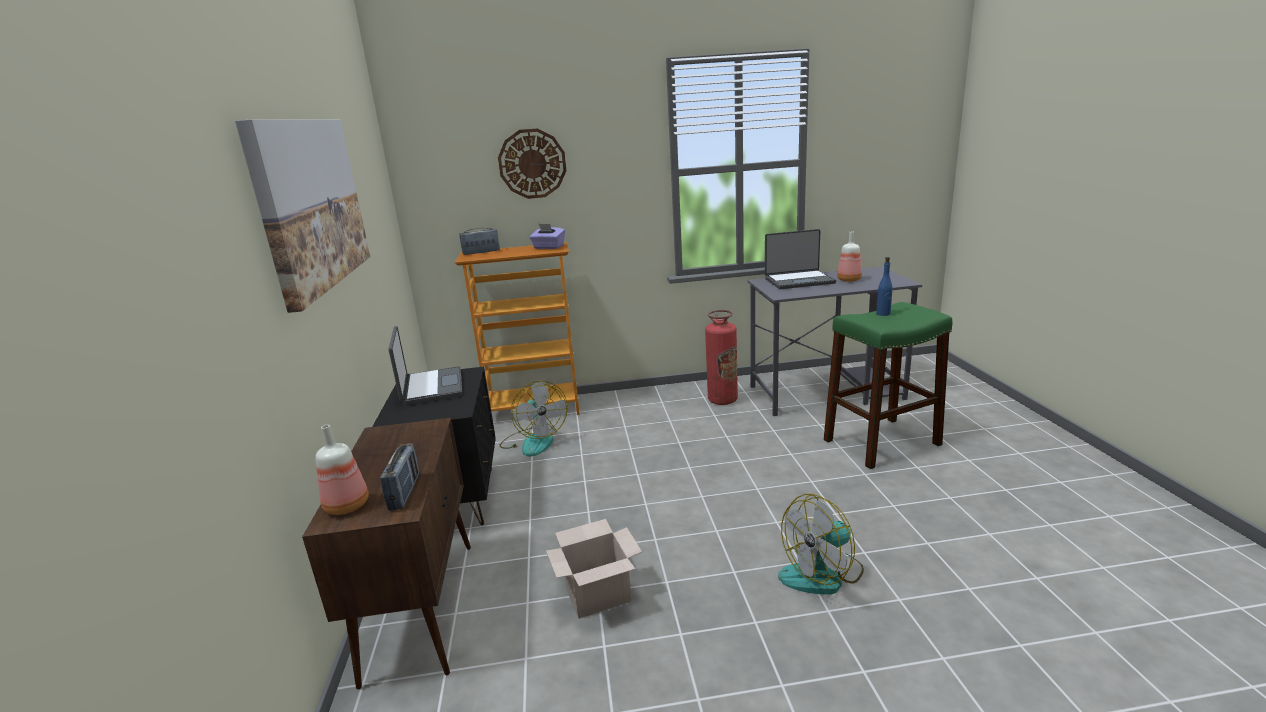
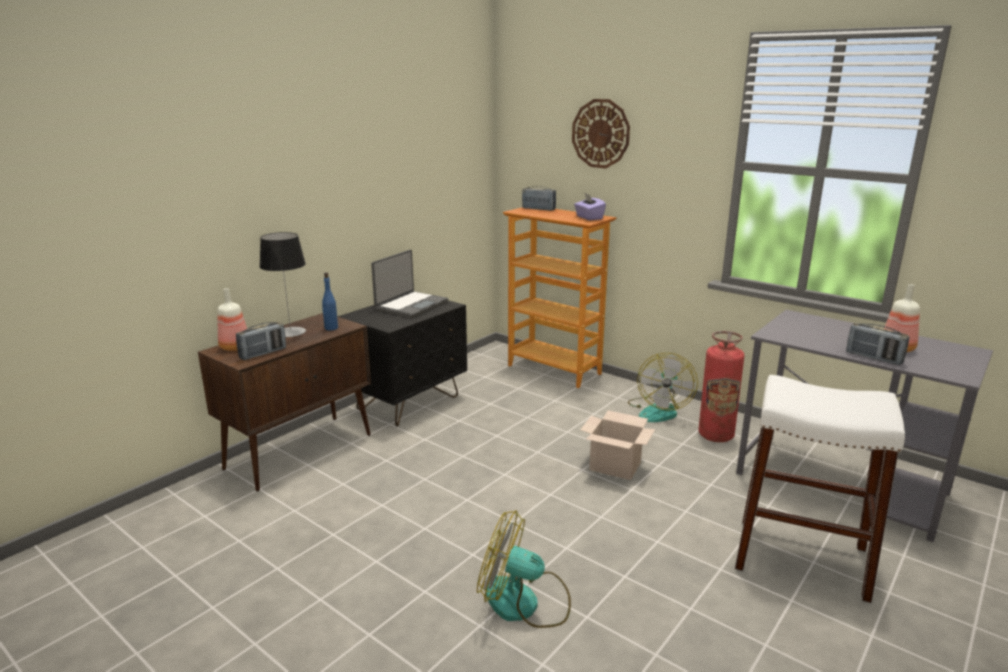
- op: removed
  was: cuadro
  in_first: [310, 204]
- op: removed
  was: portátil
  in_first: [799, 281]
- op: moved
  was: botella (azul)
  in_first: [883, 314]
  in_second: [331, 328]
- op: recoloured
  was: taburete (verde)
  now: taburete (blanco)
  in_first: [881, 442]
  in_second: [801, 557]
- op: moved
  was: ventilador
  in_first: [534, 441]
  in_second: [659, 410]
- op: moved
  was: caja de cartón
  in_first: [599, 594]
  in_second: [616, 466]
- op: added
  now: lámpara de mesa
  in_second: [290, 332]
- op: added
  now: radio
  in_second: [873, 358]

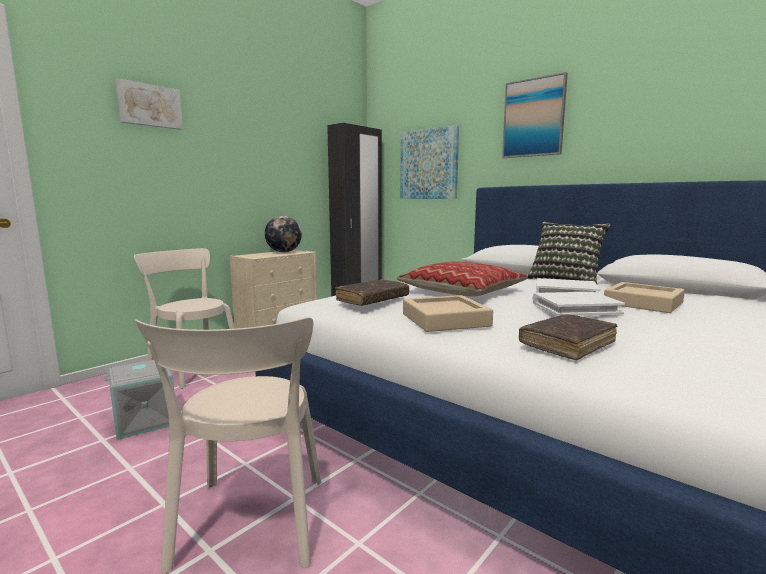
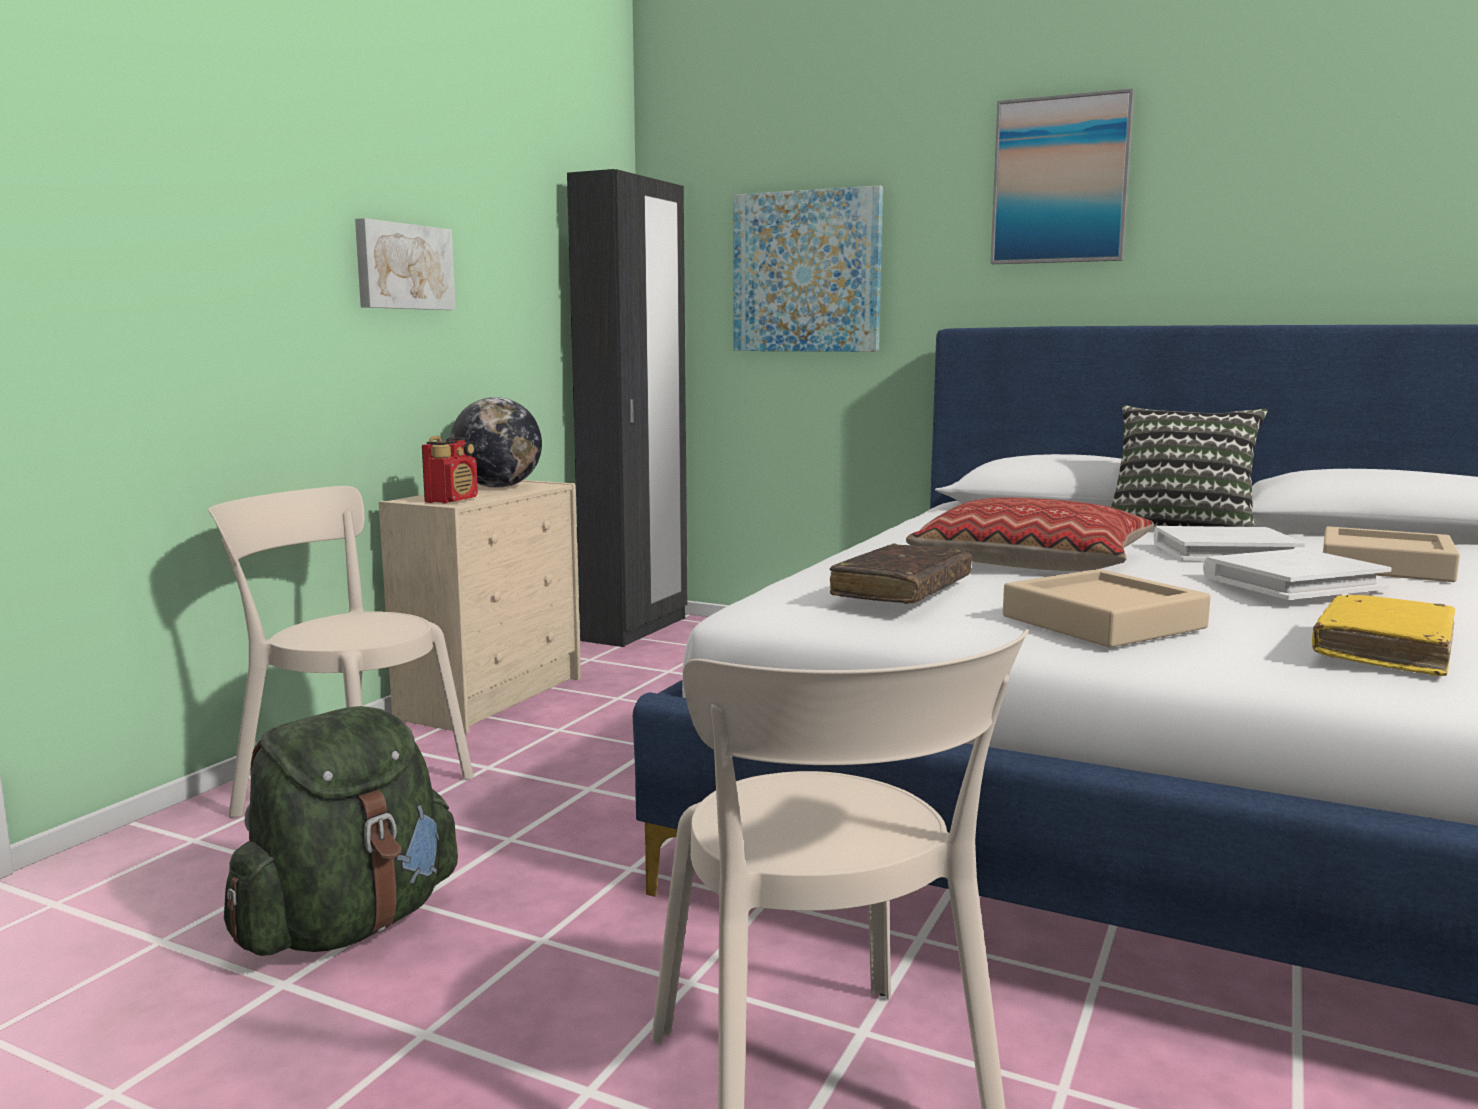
- op: moved
  was: cuadro
  in_first: [149, 105]
  in_second: [403, 267]
- op: recoloured
  was: libro (marrón)
  now: libro (amarillo)
  in_first: [567, 344]
  in_second: [1383, 651]
- op: replaced
  was: caja de almacenaje (gris)
  now: mochila (verde)
  in_first: [145, 420]
  in_second: [349, 925]
- op: added
  now: radio
  in_second: [452, 500]

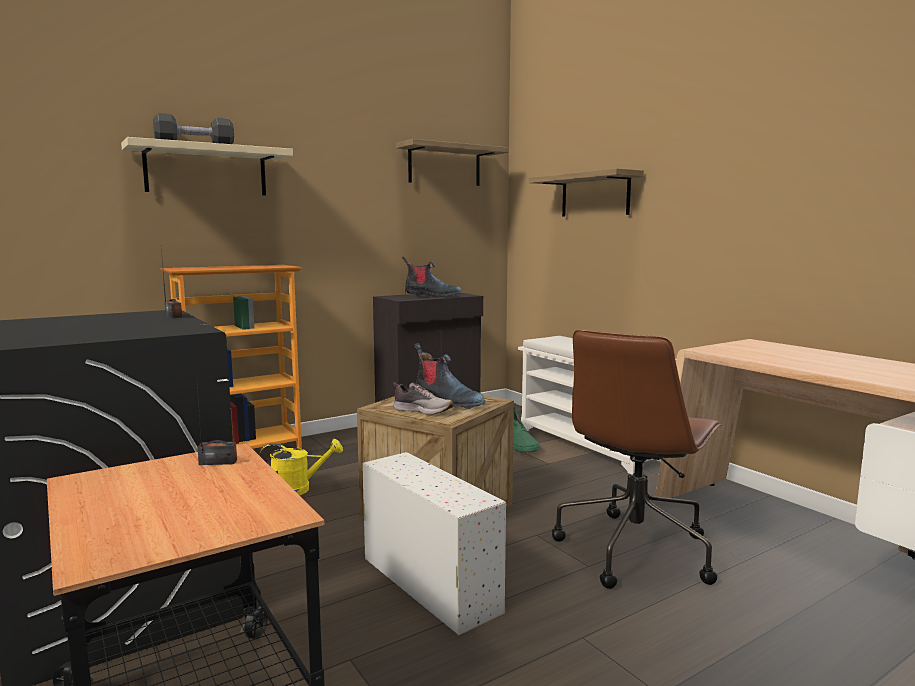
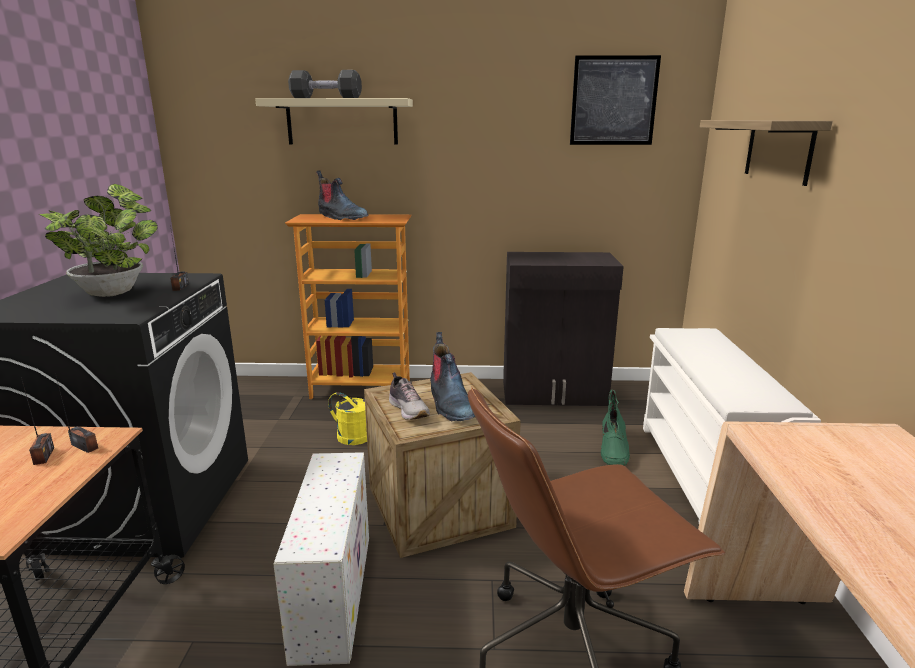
- op: replaced
  was: estante
  now: cuadro
  in_first: [444, 165]
  in_second: [613, 101]
- op: moved
  was: bota
  in_first: [432, 296]
  in_second: [341, 217]
- op: added
  now: planta en maceta
  in_second: [114, 291]
- op: added
  now: radio
  in_second: [43, 456]

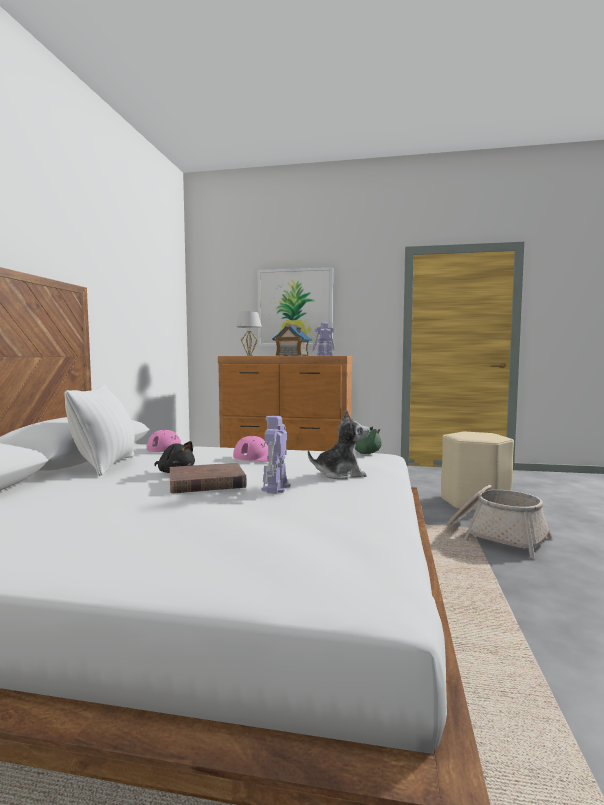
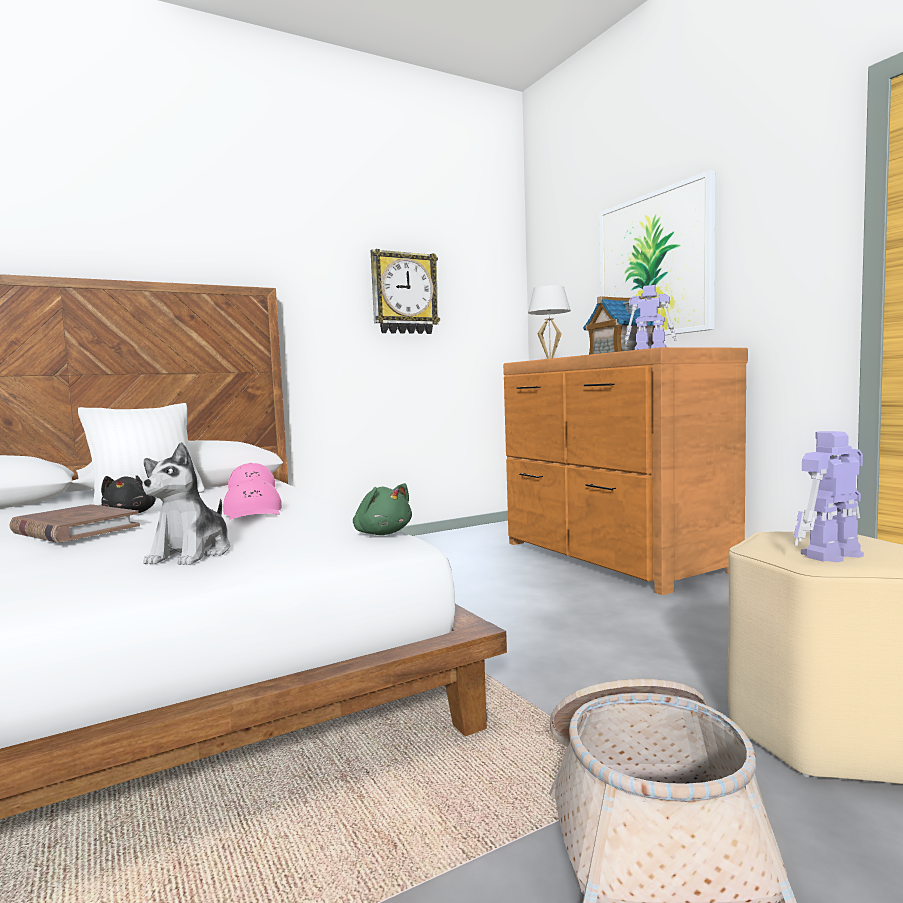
- op: turned
  was: peluche
  in_first: [340, 474]
  in_second: [192, 554]
  clockwise: 60
- op: moved
  was: robot de juguete
  in_first: [275, 488]
  in_second: [830, 555]
- op: added
  now: reloj de pared
  in_second: [404, 293]

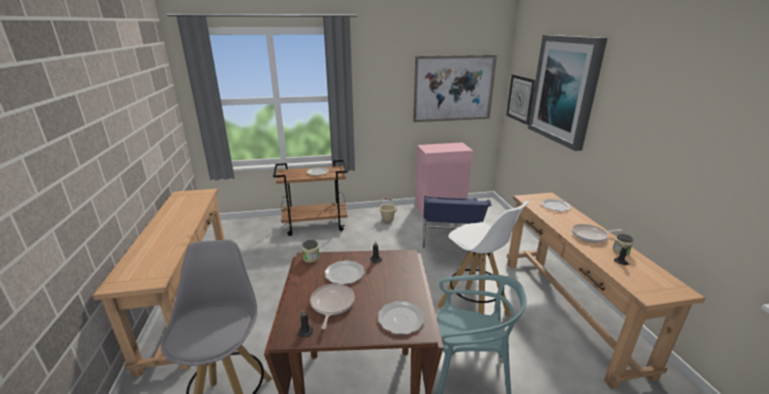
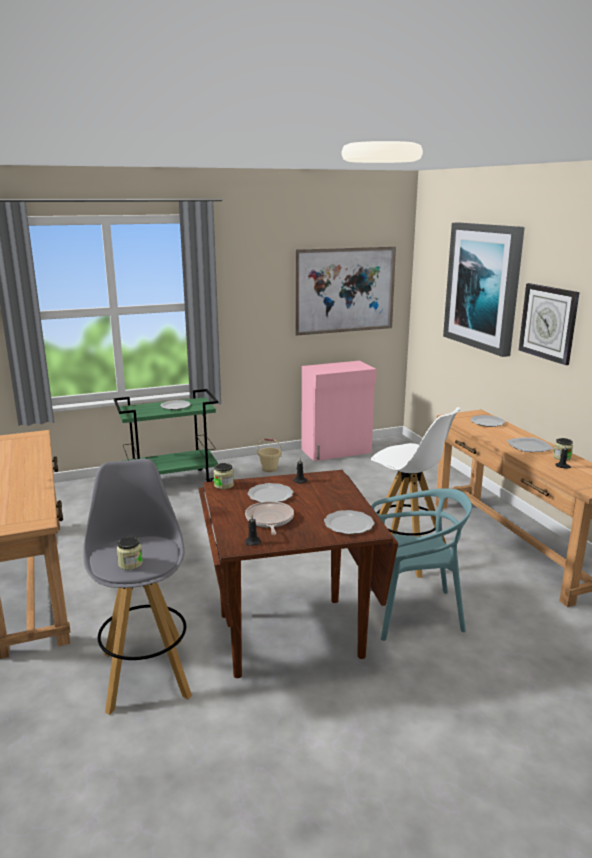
- op: moved
  was: reloj de pared
  in_first: [521, 98]
  in_second: [548, 322]
- op: recoloured
  was: carrito (marrón)
  now: carrito (verde)
  in_first: [316, 225]
  in_second: [172, 482]
- op: removed
  was: silla (azul)
  in_first: [449, 242]
- op: replaced
  was: sartén
  now: plato
  in_first: [591, 236]
  in_second: [529, 447]
- op: added
  now: tarro
  in_second: [130, 564]

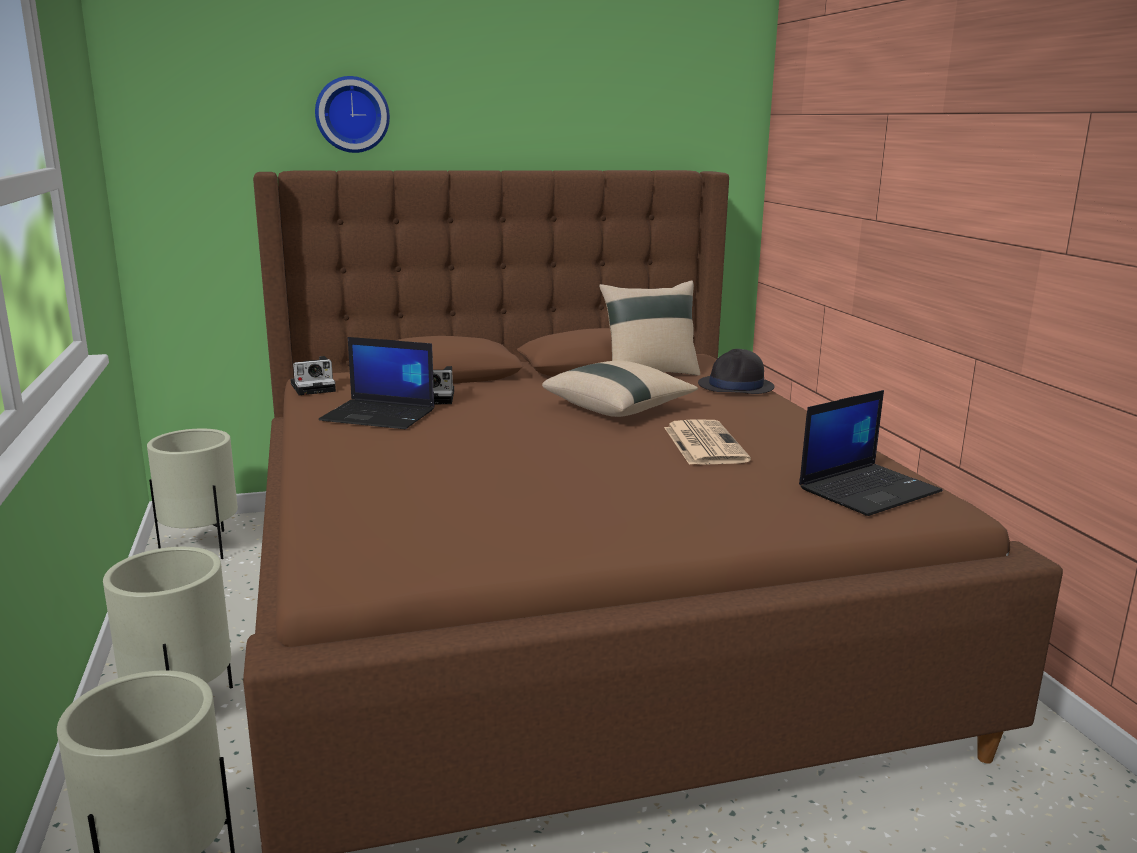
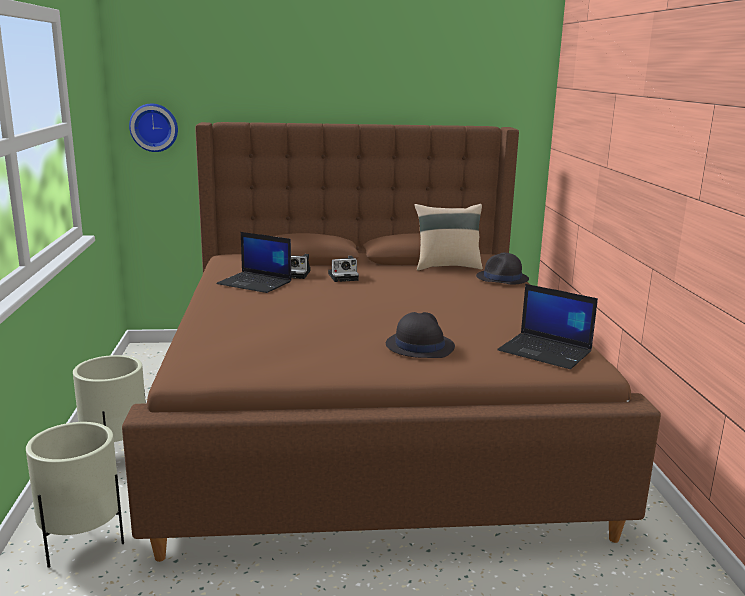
- op: moved
  was: reloj de pared
  in_first: [352, 114]
  in_second: [154, 127]
- op: moved
  was: cámara
  in_first: [315, 387]
  in_second: [344, 276]
- op: removed
  was: cojín (beis)
  in_first: [619, 409]
- op: turned
  was: portátil
  in_first: [869, 489]
  in_second: [546, 351]
  clockwise: 60
- op: removed
  was: periódico
  in_first: [703, 443]
- op: removed
  was: maceta (beis)
  in_first: [202, 547]
- op: added
  now: sombrero (negro)
  in_second: [419, 346]

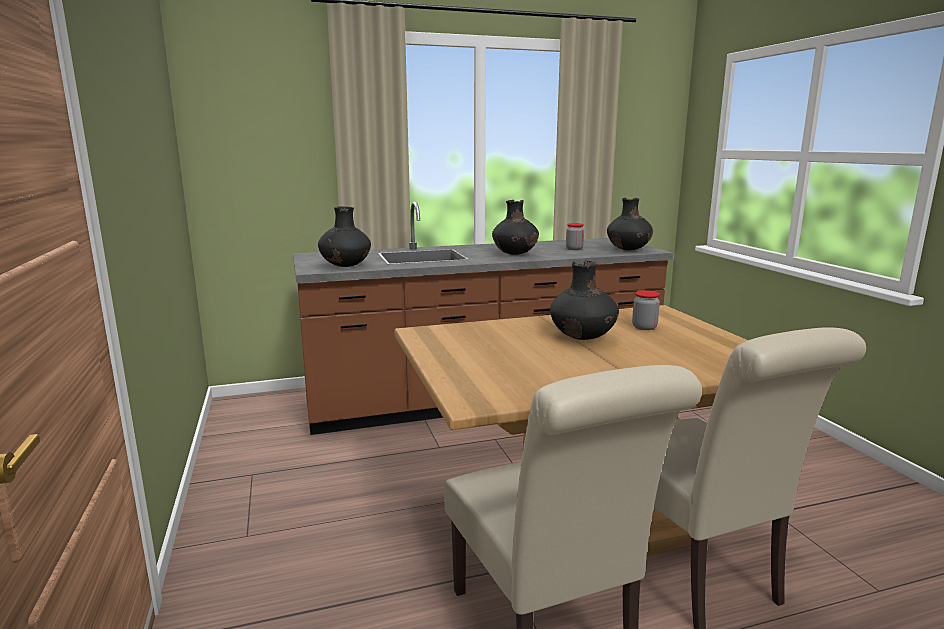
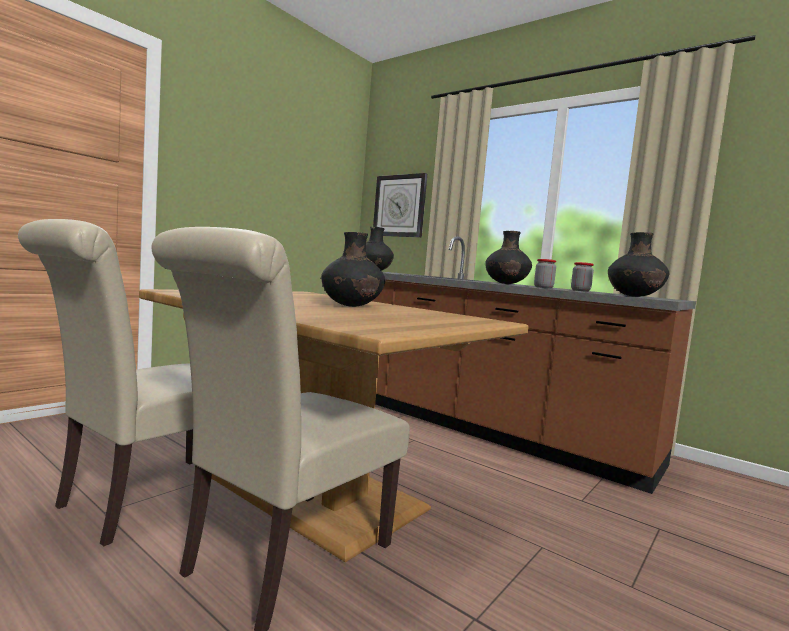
- op: moved
  was: tarro
  in_first: [644, 327]
  in_second: [543, 287]
- op: added
  now: reloj de pared
  in_second: [399, 206]

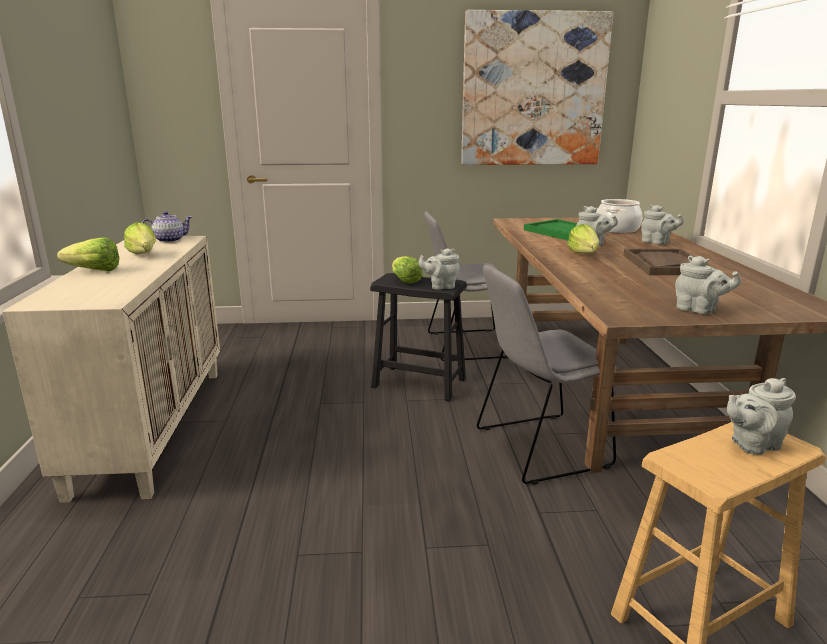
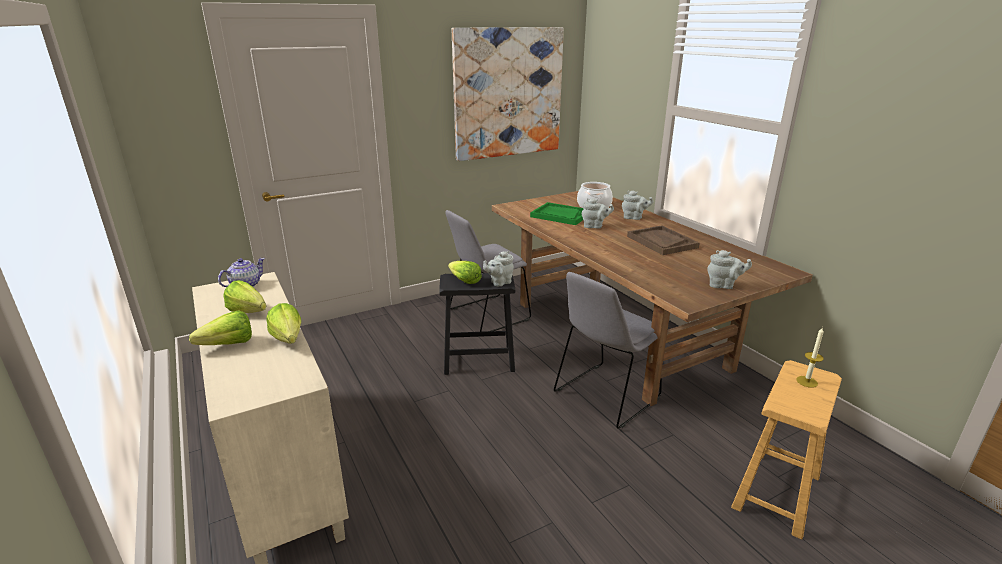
- op: moved
  was: lechuga
  in_first: [584, 256]
  in_second: [288, 341]
- op: replaced
  was: tetera (gris)
  now: vela
  in_first: [752, 444]
  in_second: [807, 381]

